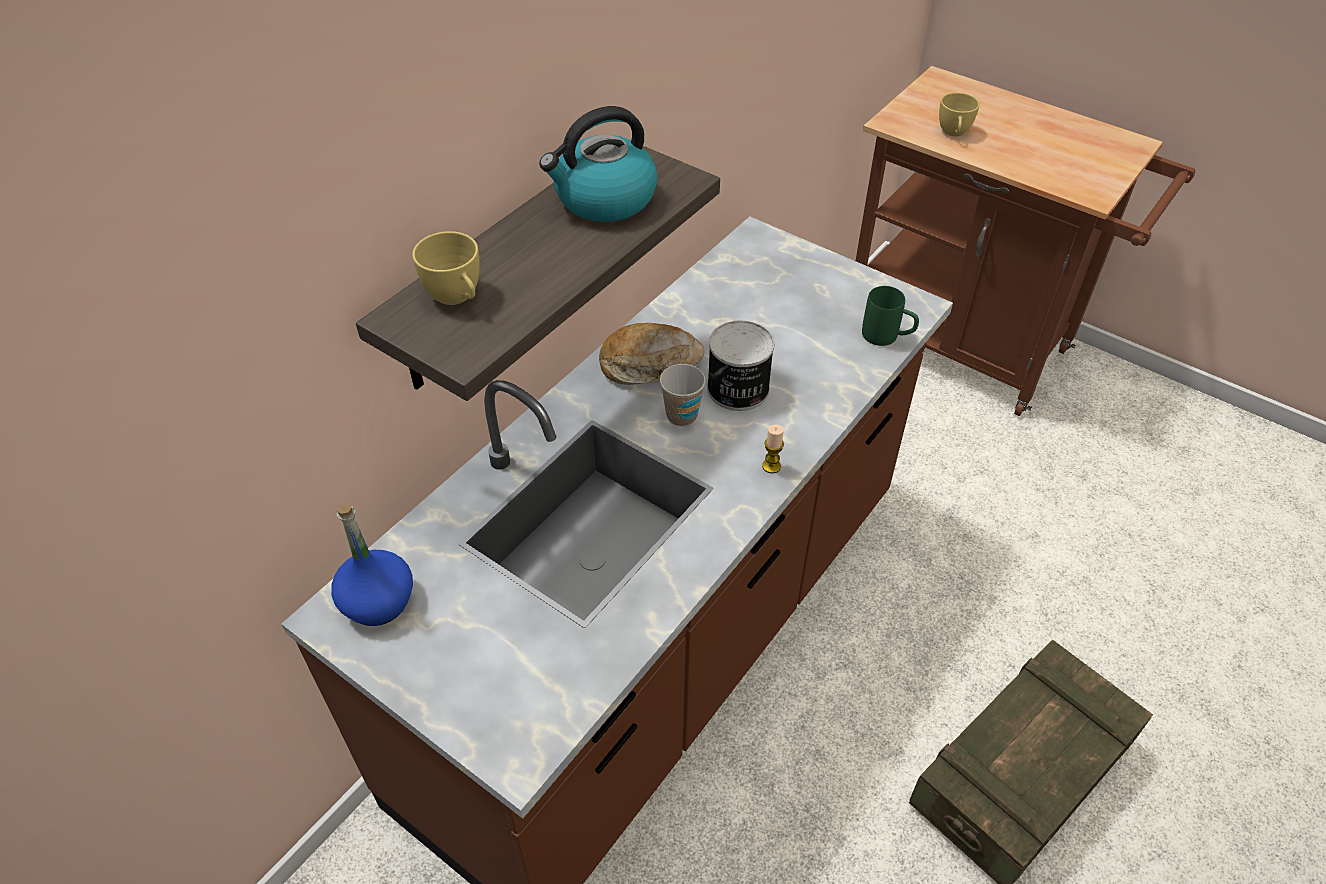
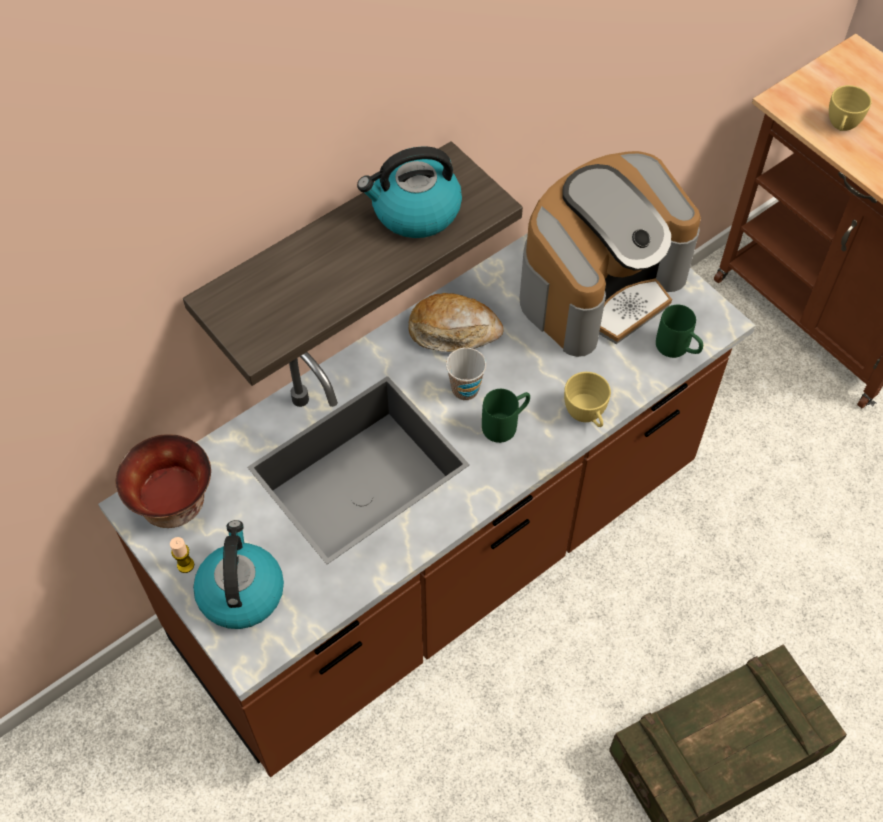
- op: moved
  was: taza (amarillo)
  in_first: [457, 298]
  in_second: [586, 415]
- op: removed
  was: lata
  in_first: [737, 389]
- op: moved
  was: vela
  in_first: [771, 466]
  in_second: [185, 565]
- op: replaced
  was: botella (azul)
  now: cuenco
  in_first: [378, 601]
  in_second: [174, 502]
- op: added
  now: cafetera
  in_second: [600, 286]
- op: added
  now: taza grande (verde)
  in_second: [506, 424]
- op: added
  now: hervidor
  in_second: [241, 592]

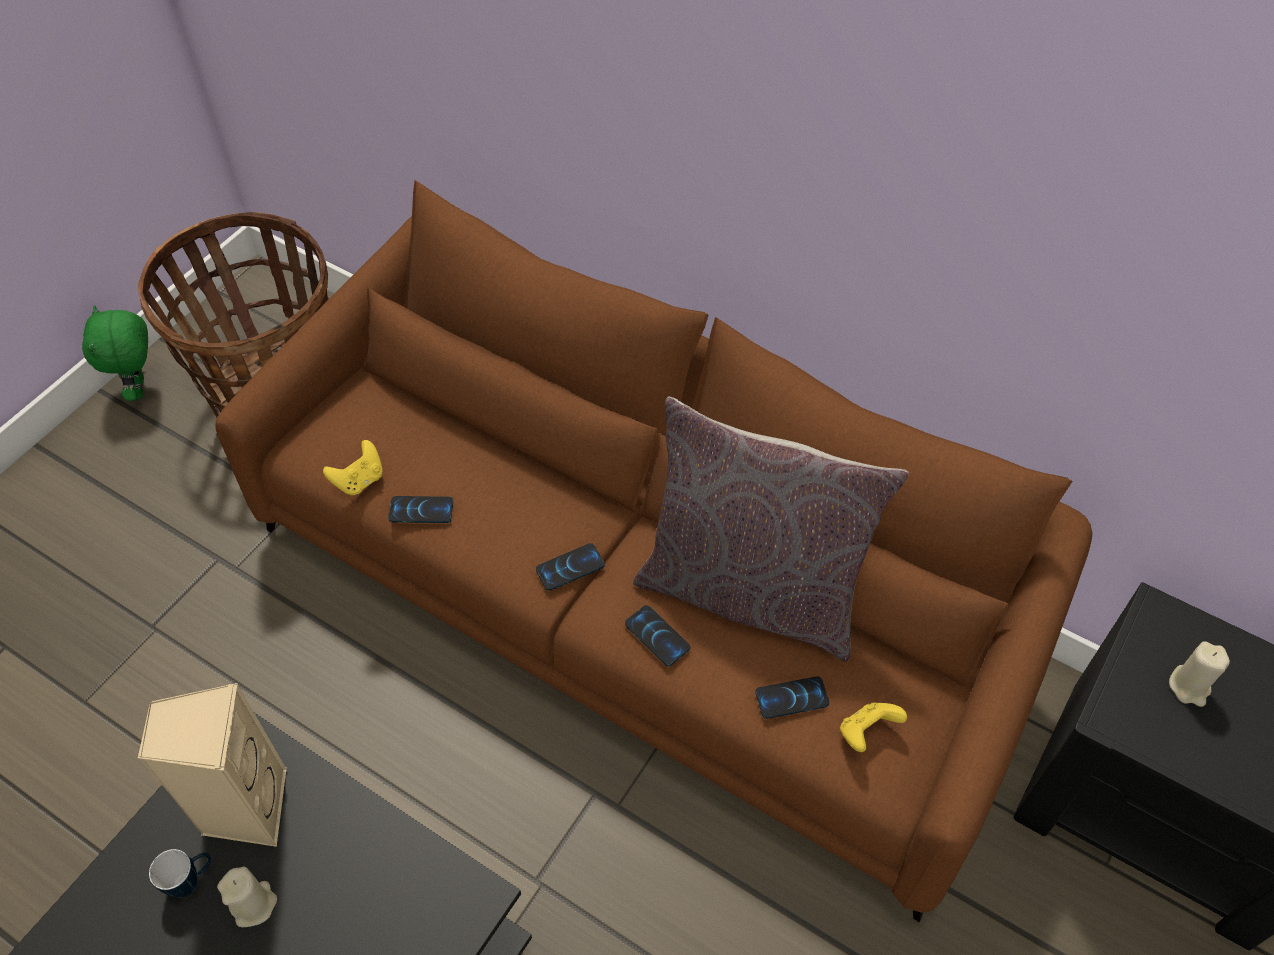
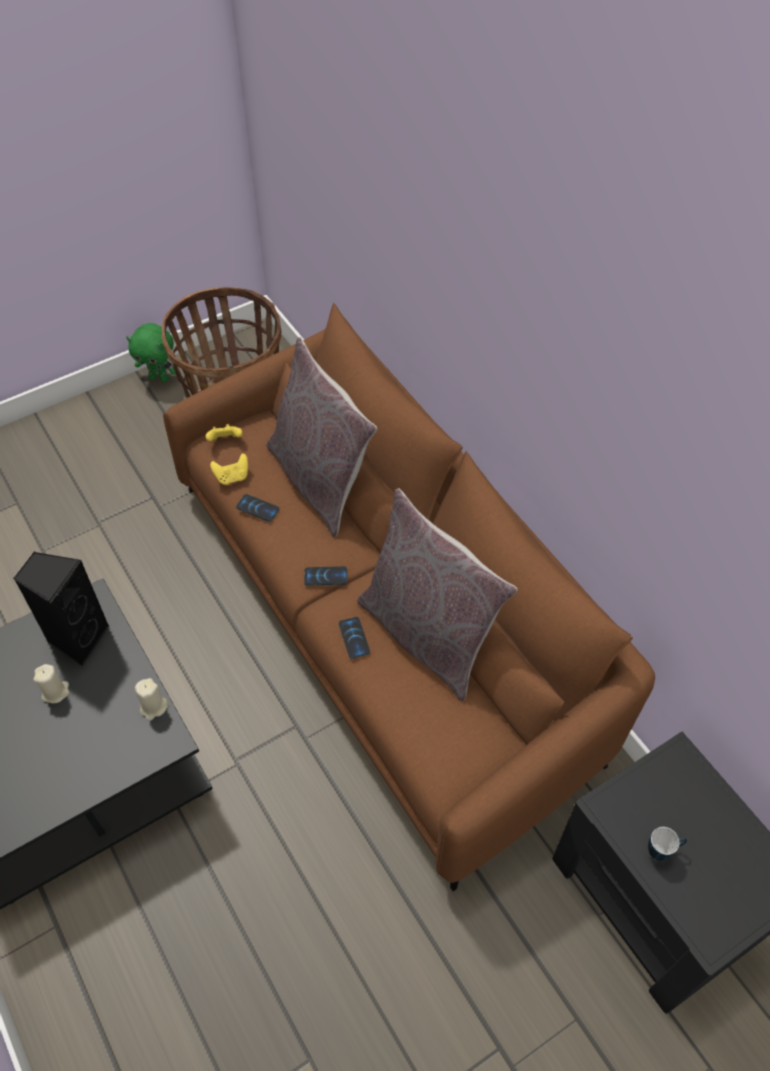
- op: turned
  was: peluche (verde)
  in_first: [140, 388]
  in_second: [160, 378]
  clockwise: -90
- op: moved
  was: vela (beis)
  in_first: [1189, 686]
  in_second: [153, 707]
- op: removed
  was: móvil
  in_first: [792, 698]
- op: recoloured
  was: altavoz (beis)
  now: altavoz (negro)
  in_first: [245, 807]
  in_second: [77, 638]
- op: moved
  was: mando de consola (amarillo)
  in_first: [866, 732]
  in_second: [225, 441]
- op: moved
  was: taza grande
  in_first: [192, 881]
  in_second: [662, 851]
- op: added
  now: cojín (gris)
  in_second: [320, 480]

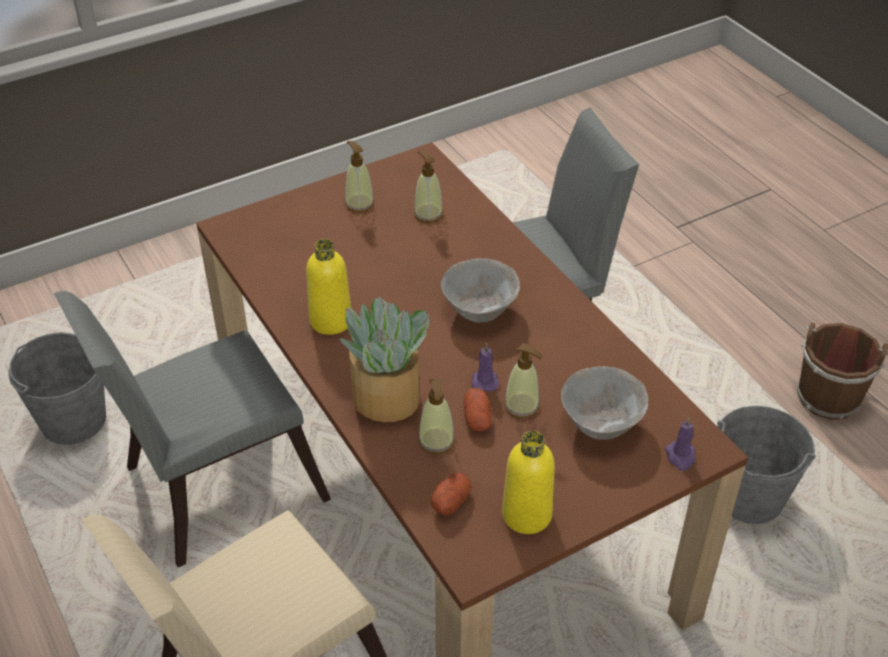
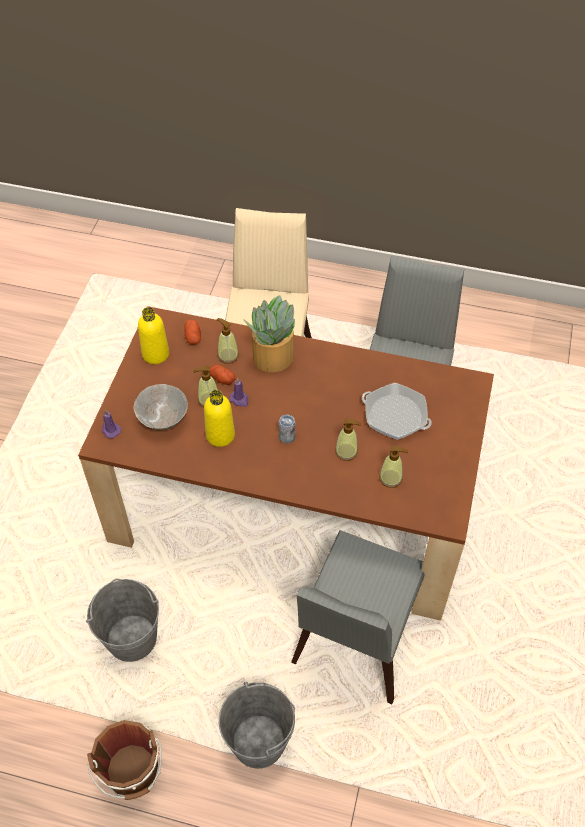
- op: moved
  was: dispensador de jabón
  in_first: [359, 203]
  in_second: [346, 452]
- op: moved
  was: botella (amarillo)
  in_first: [330, 321]
  in_second: [220, 435]
- op: replaced
  was: cuenco (gris)
  now: lata
  in_first: [480, 309]
  in_second: [287, 437]
- op: moved
  was: cubo (gris)
  in_first: [73, 421]
  in_second: [259, 741]
- op: added
  now: sartén
  in_second: [395, 415]

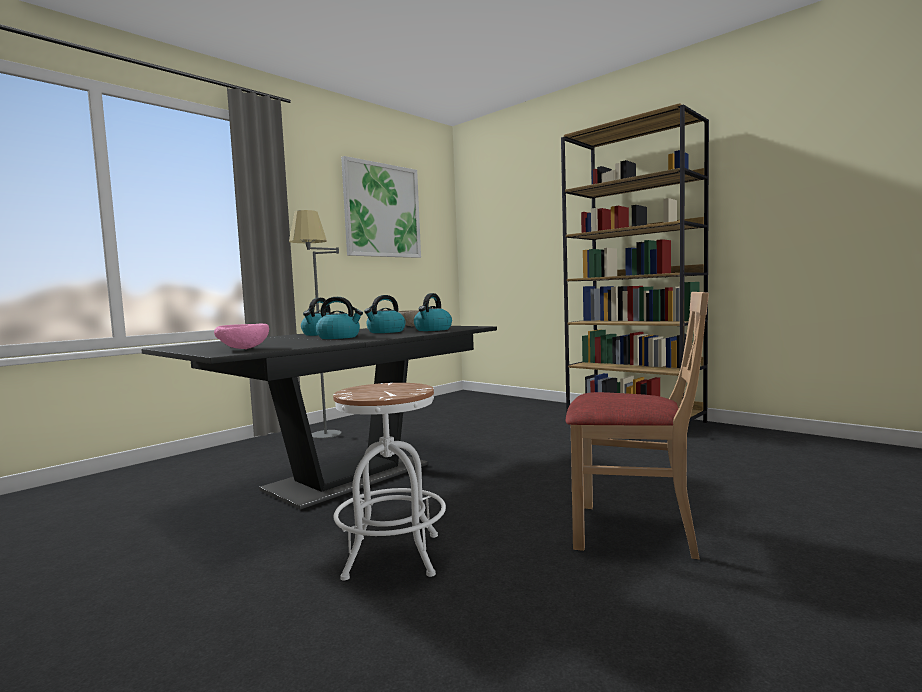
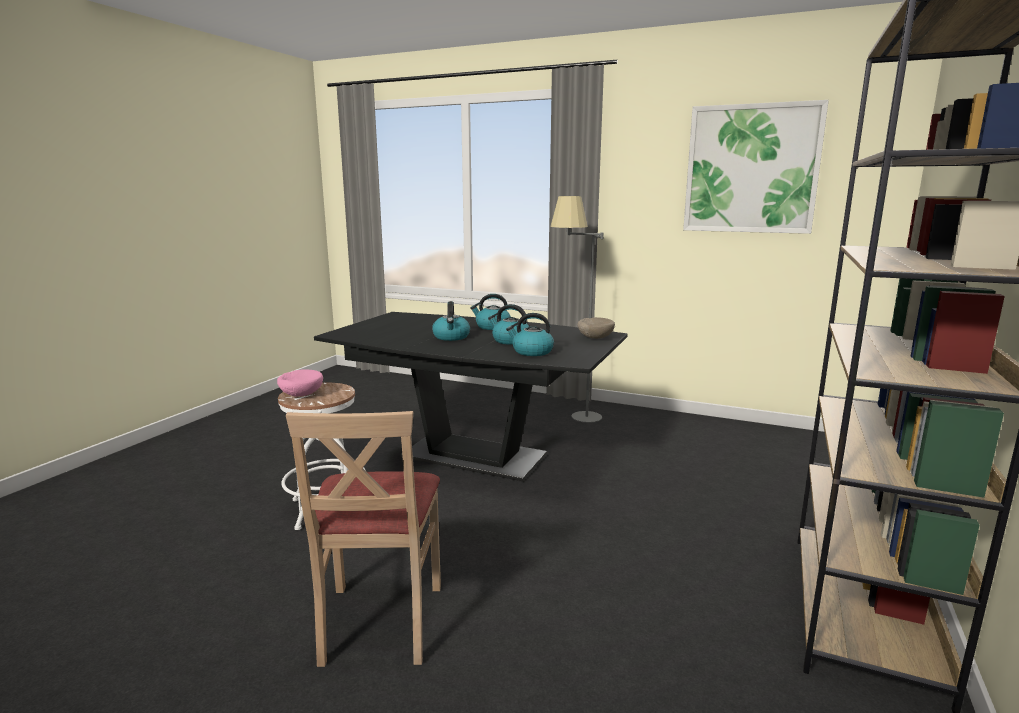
- op: moved
  was: cuenco (rosa)
  in_first: [242, 349]
  in_second: [301, 394]

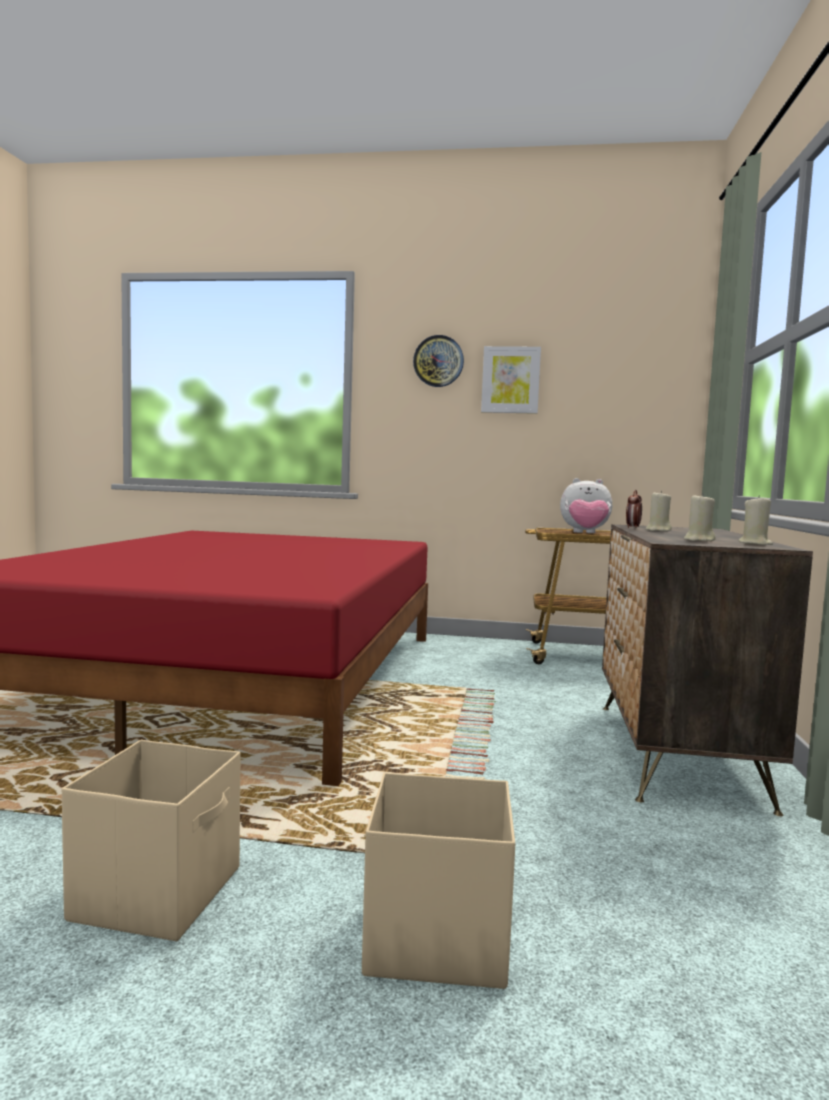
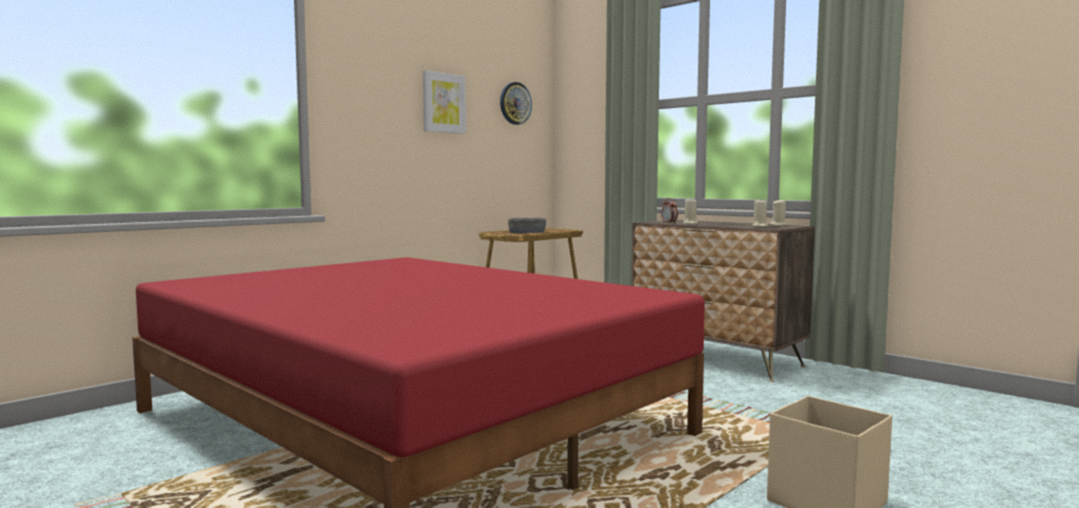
- op: moved
  was: reloj de pared
  in_first: [438, 361]
  in_second: [515, 103]
- op: replaced
  was: peluche
  now: cuenco (gris)
  in_first: [585, 533]
  in_second: [527, 233]
- op: removed
  was: caja de almacenaje (beis)
  in_first: [434, 937]

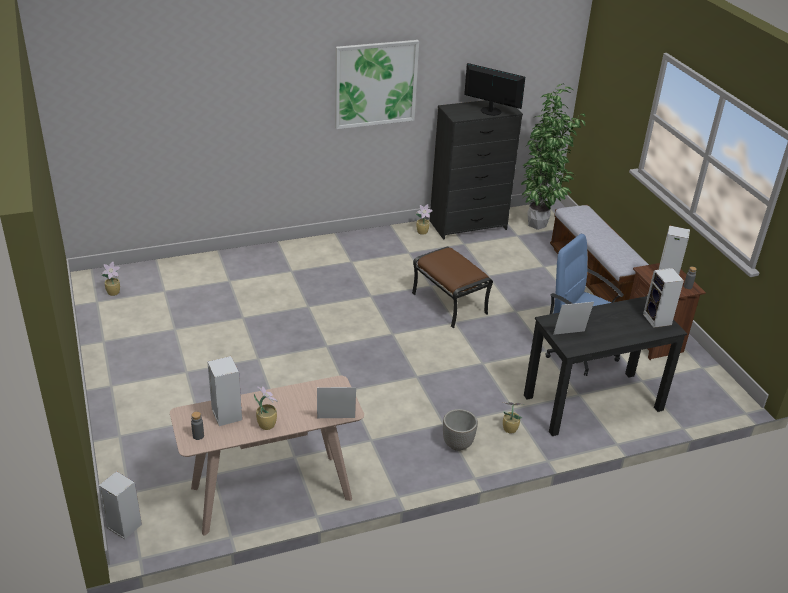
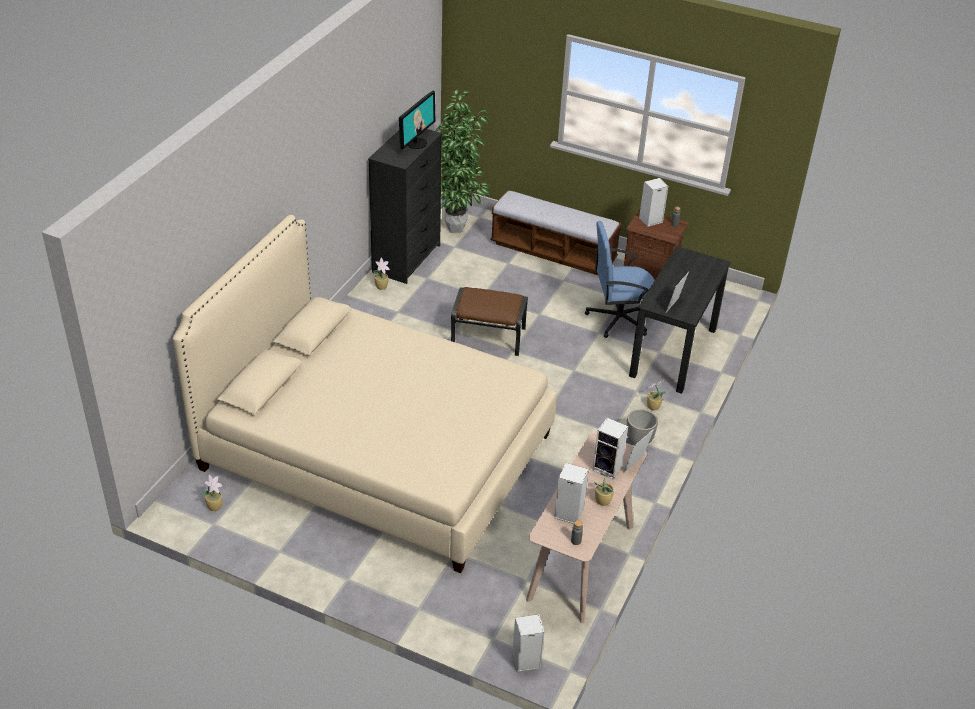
- op: removed
  was: cuadro
  in_first: [375, 84]
- op: turned
  was: monitor
  in_first: [490, 111]
  in_second: [416, 143]
  clockwise: 135
- op: moved
  was: altavoz
  in_first: [658, 320]
  in_second: [608, 468]
- op: added
  now: cama (beis)
  in_second: [375, 452]

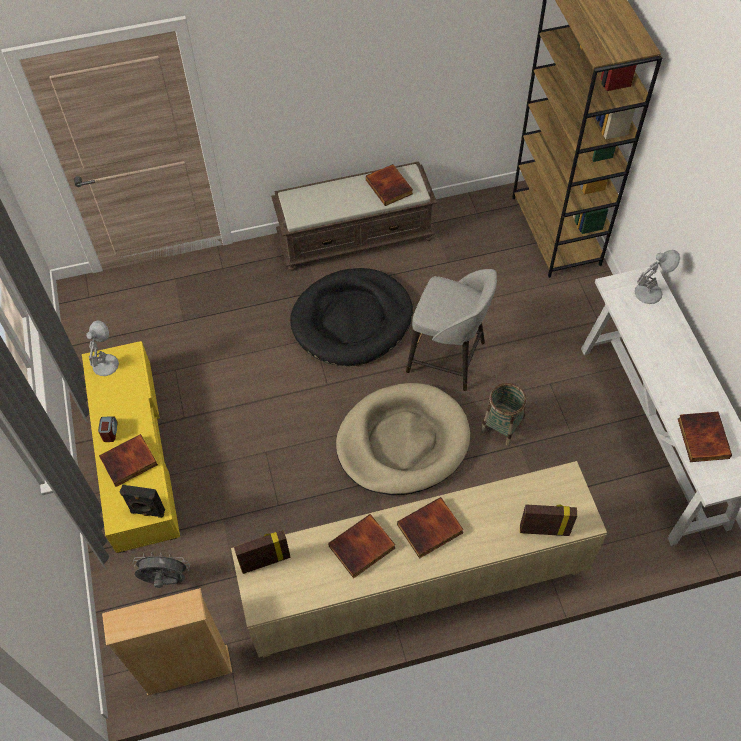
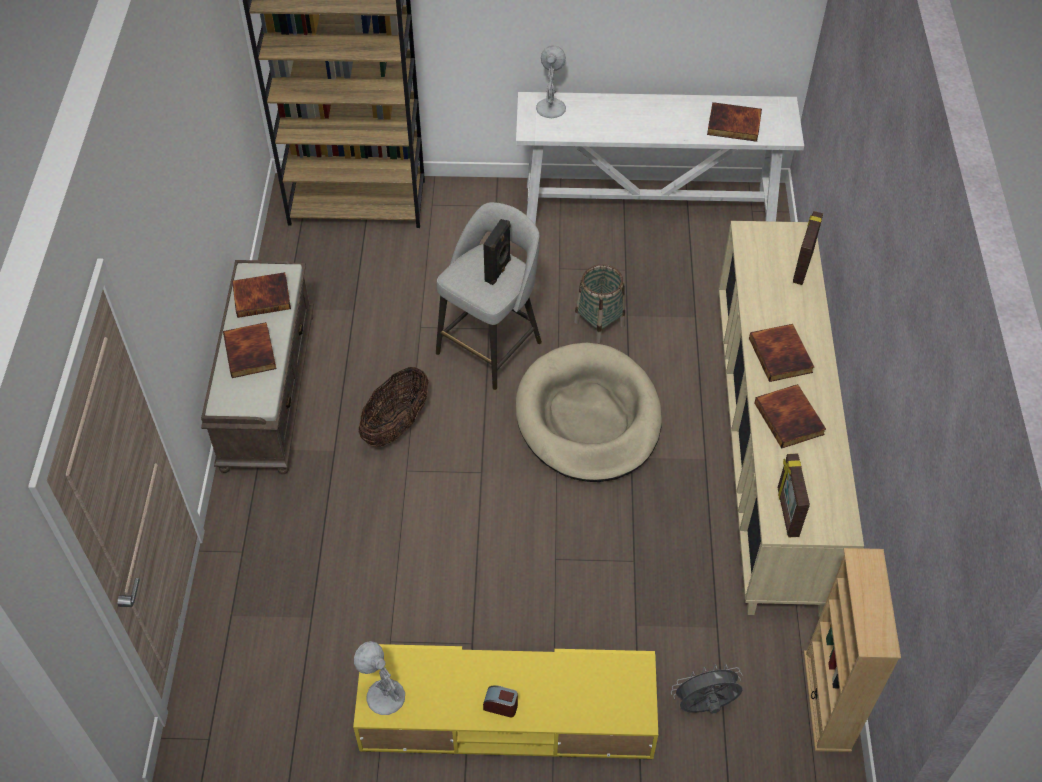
- op: replaced
  was: cama para perro (negro)
  now: cesta
  in_first: [352, 320]
  in_second: [396, 424]
- op: moved
  was: libro
  in_first: [129, 463]
  in_second: [251, 352]
- op: moved
  was: altavoz (negro)
  in_first: [147, 512]
  in_second: [498, 271]
- op: turned
  was: ventilador (gris)
  in_first: [165, 580]
  in_second: [704, 706]
  clockwise: 60

